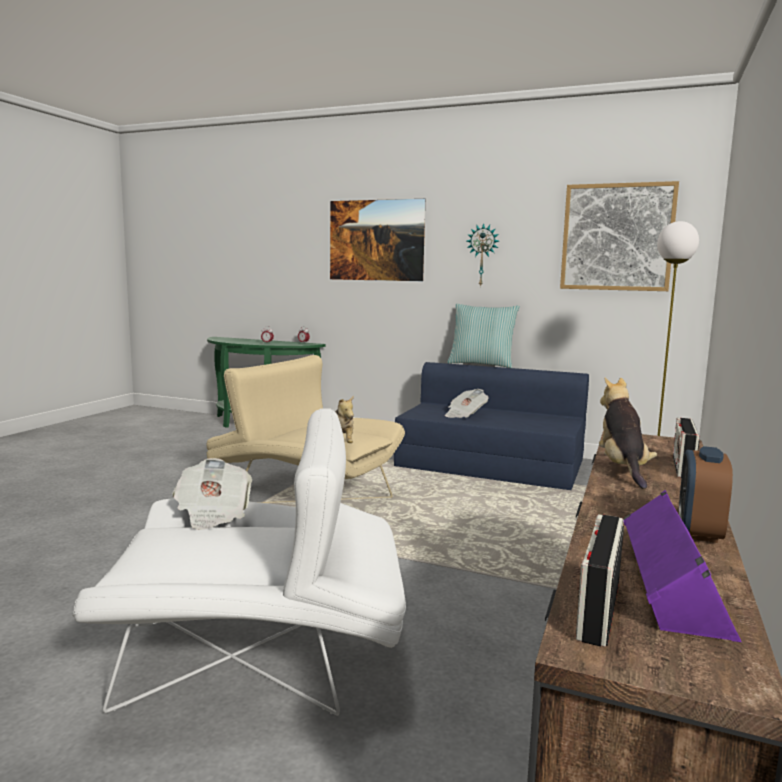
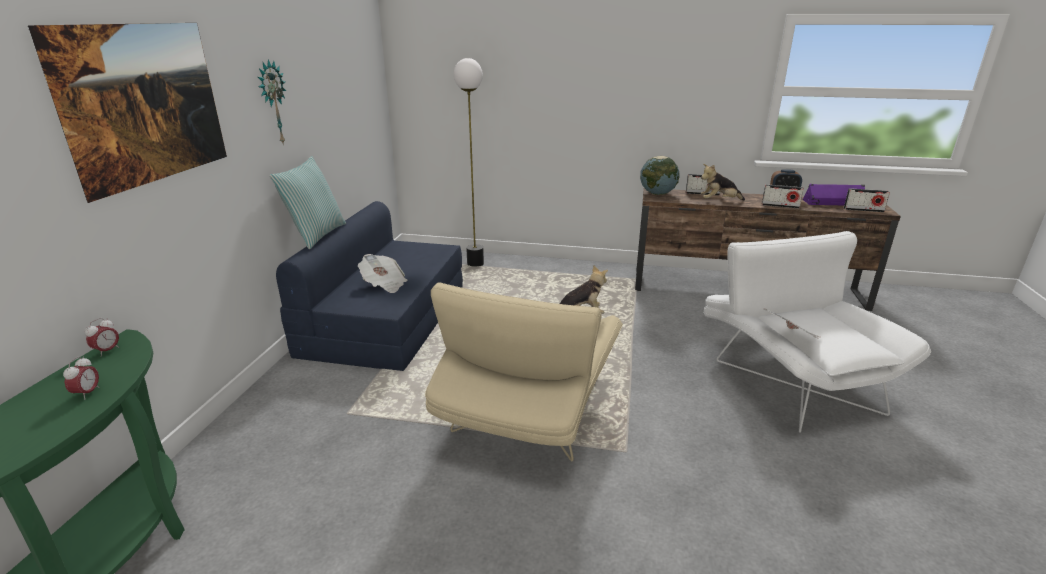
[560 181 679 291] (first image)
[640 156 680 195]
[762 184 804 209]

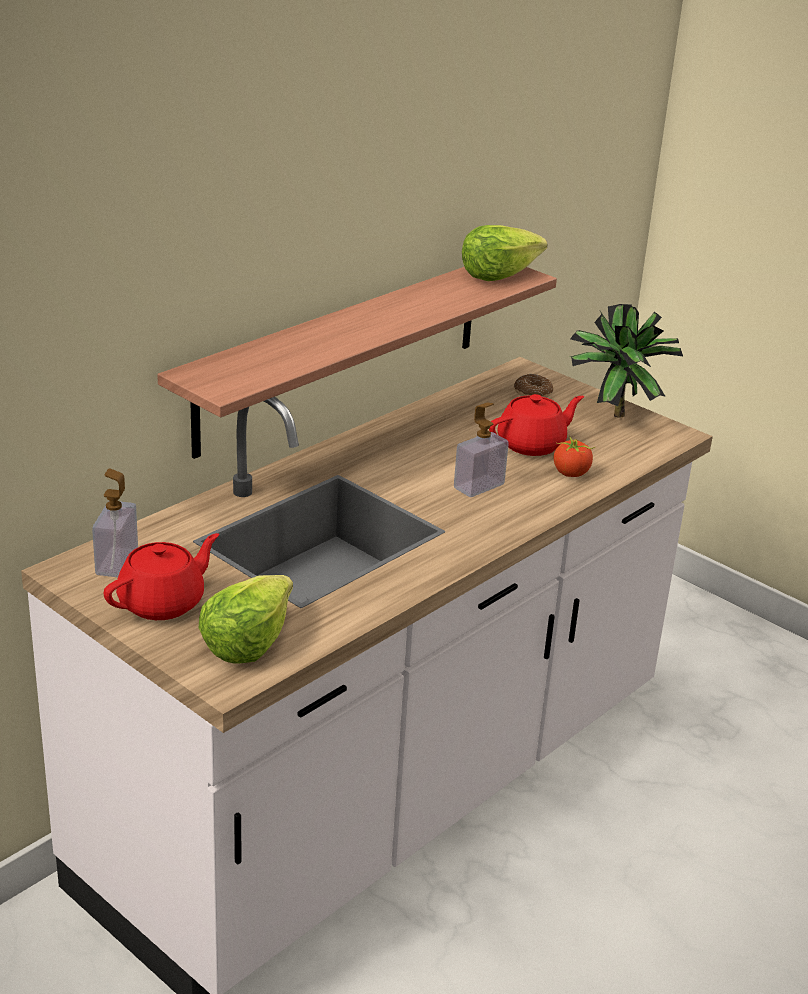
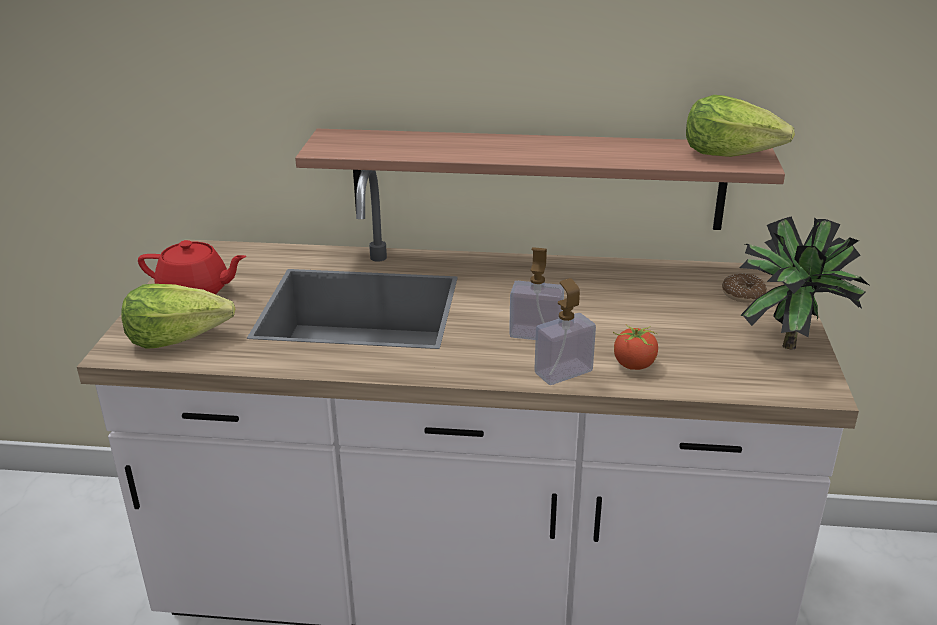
[489 394 584 456] (first image)
[534 278 596 385]

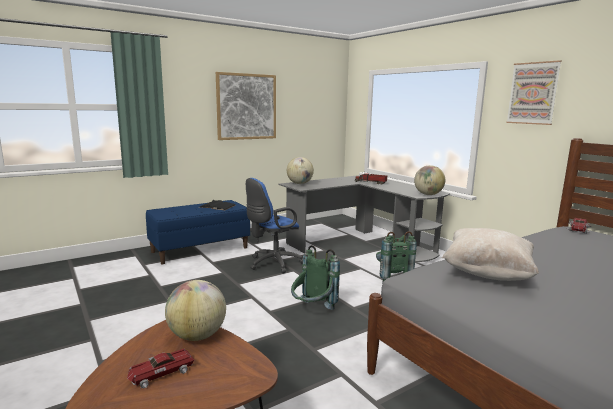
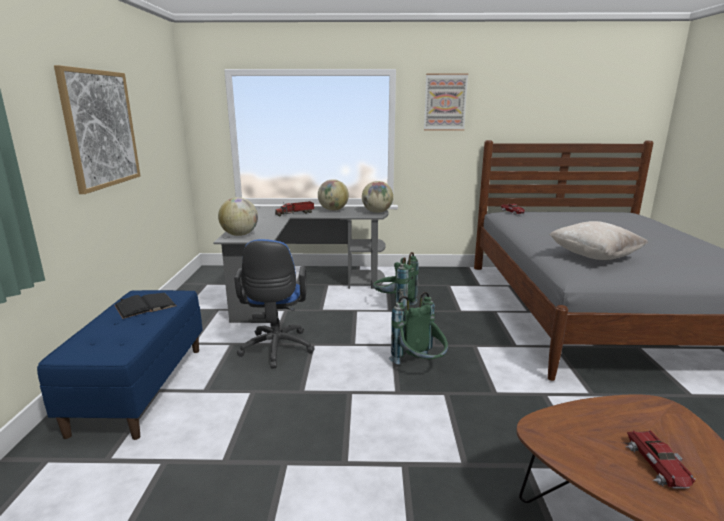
[318 179 349 211]

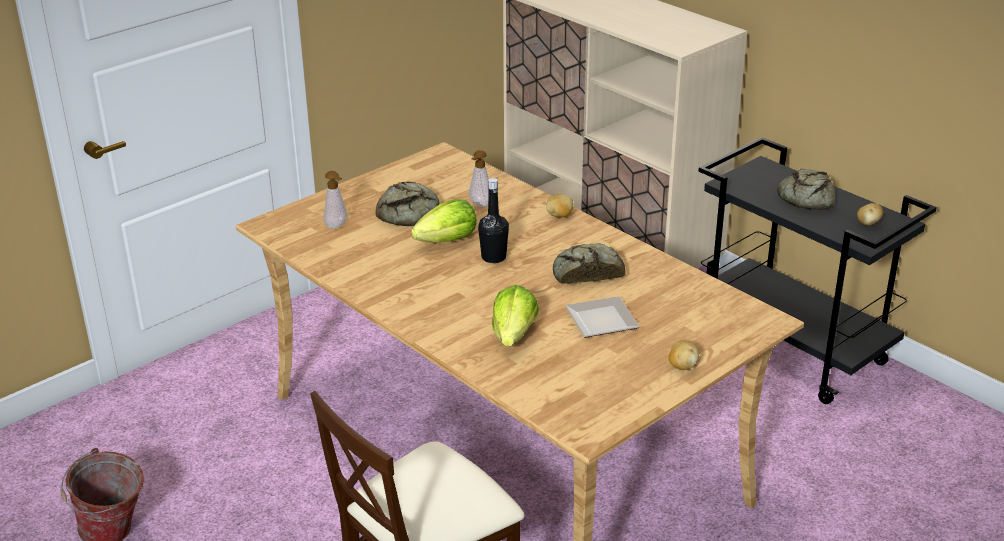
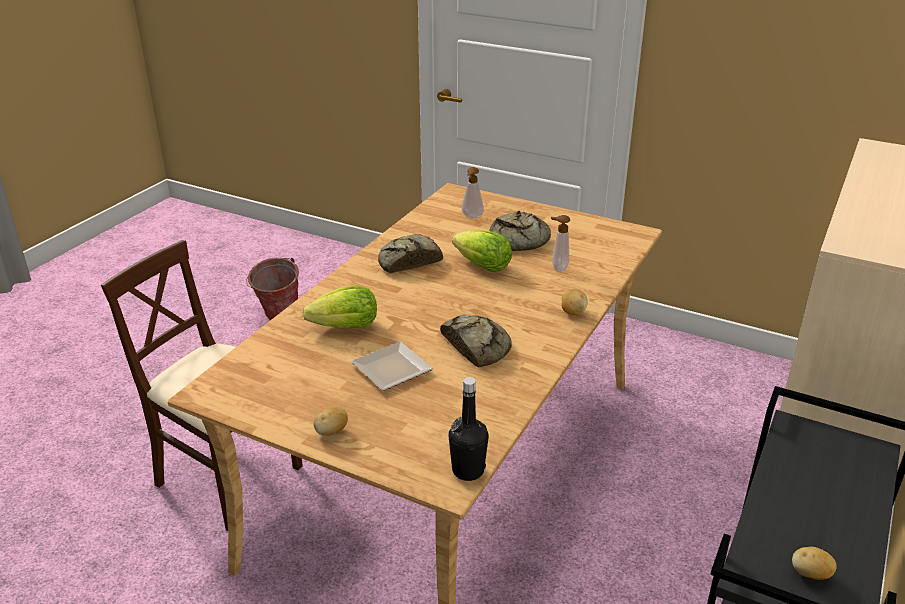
[449 377 489 481]
[378 234 443 273]

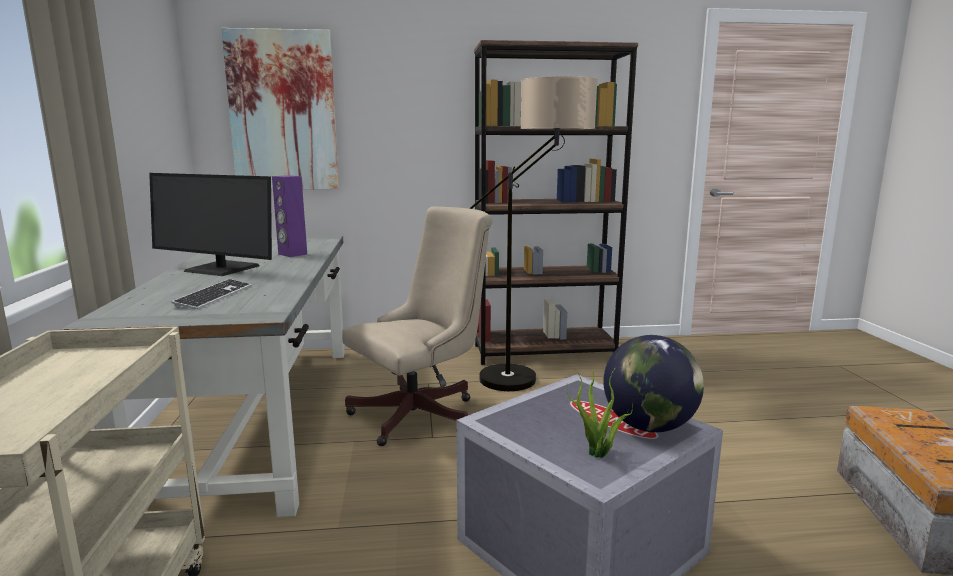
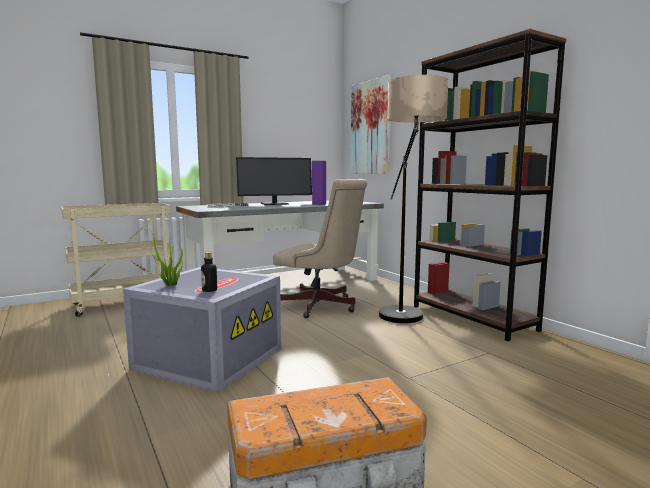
[201 252 217 292]
[236 157 312 205]

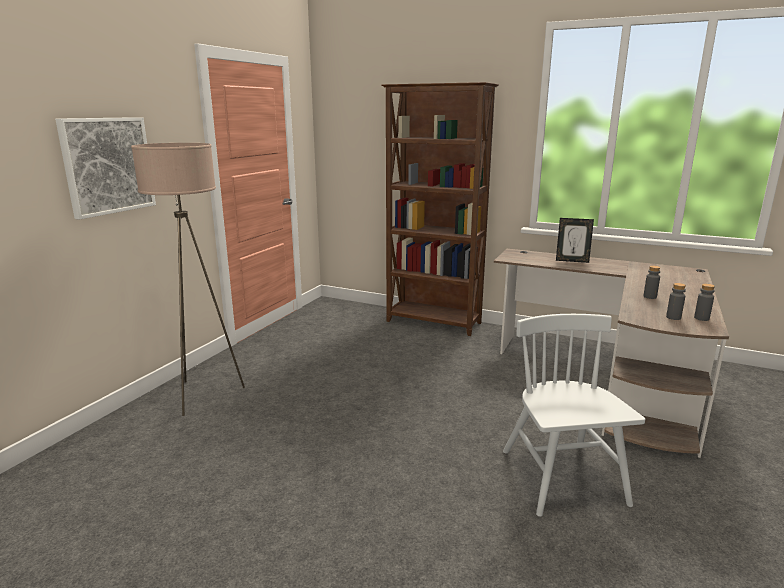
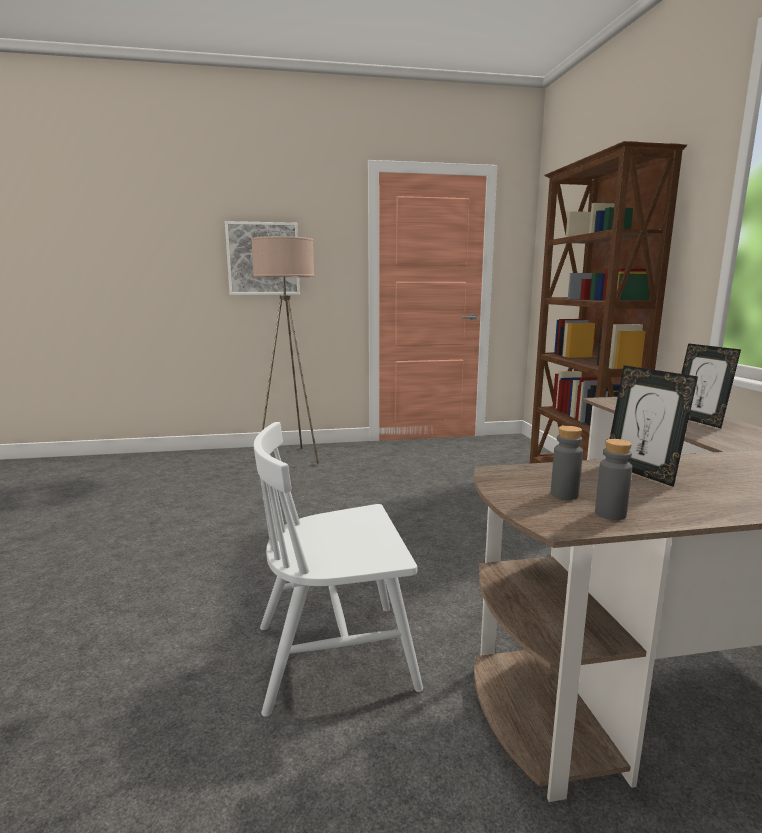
[610 365 698 487]
[254 422 423 717]

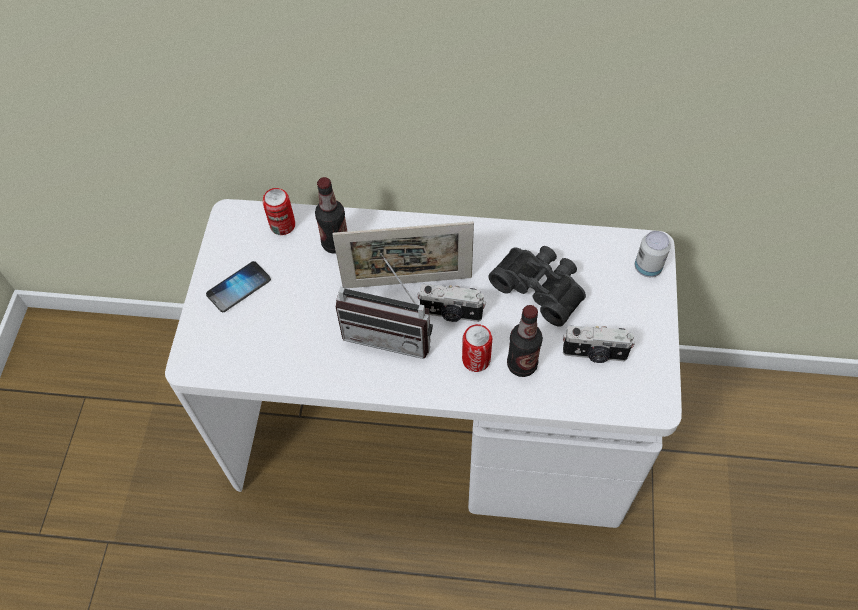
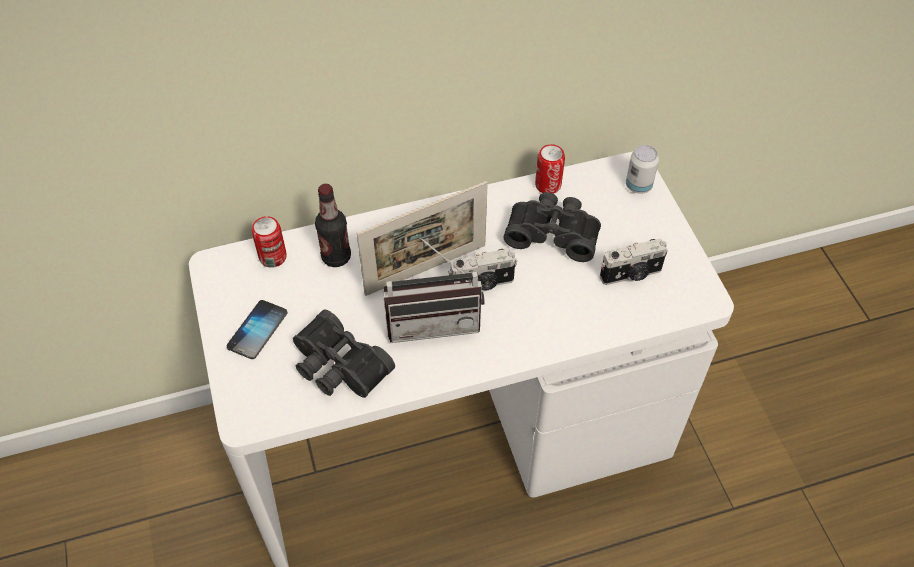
[507 305 543 377] (first image)
[293 310 395 398]
[535 144 565 194]

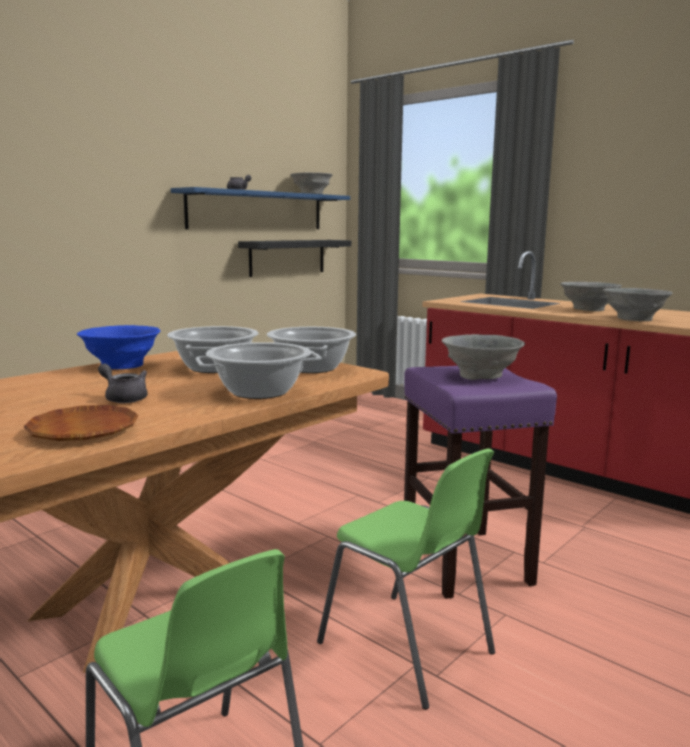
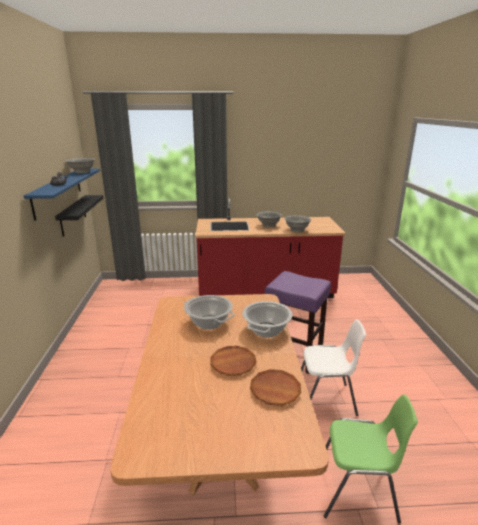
[77 325 160 369] (first image)
[267 327 356 373] (first image)
[441 334 525 380] (first image)
[210 346 256 376]
[301 319 366 416]

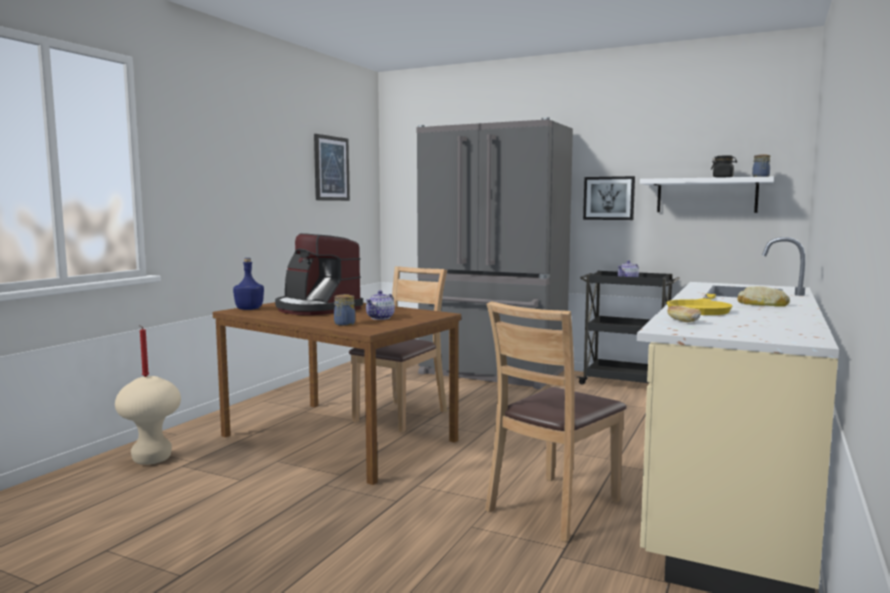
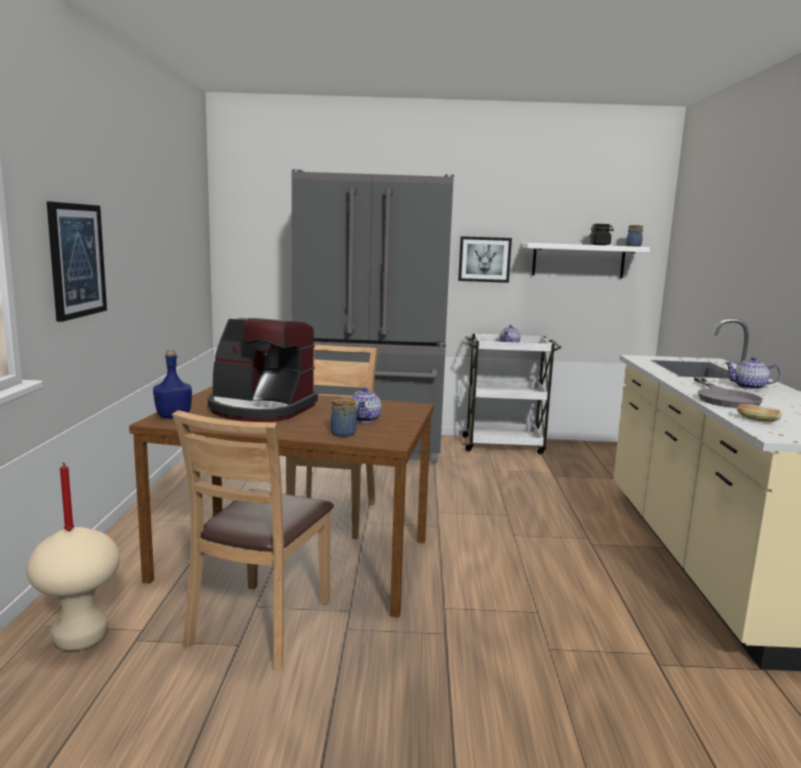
[47 201 107 322]
[172 410 334 670]
[724 357 781 390]
[460 333 561 455]
[694 377 763 408]

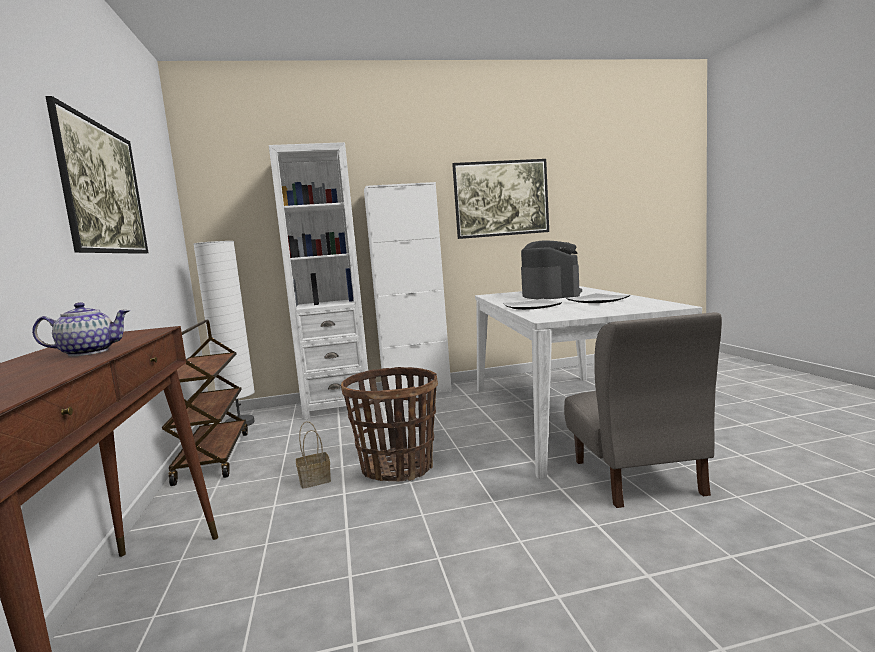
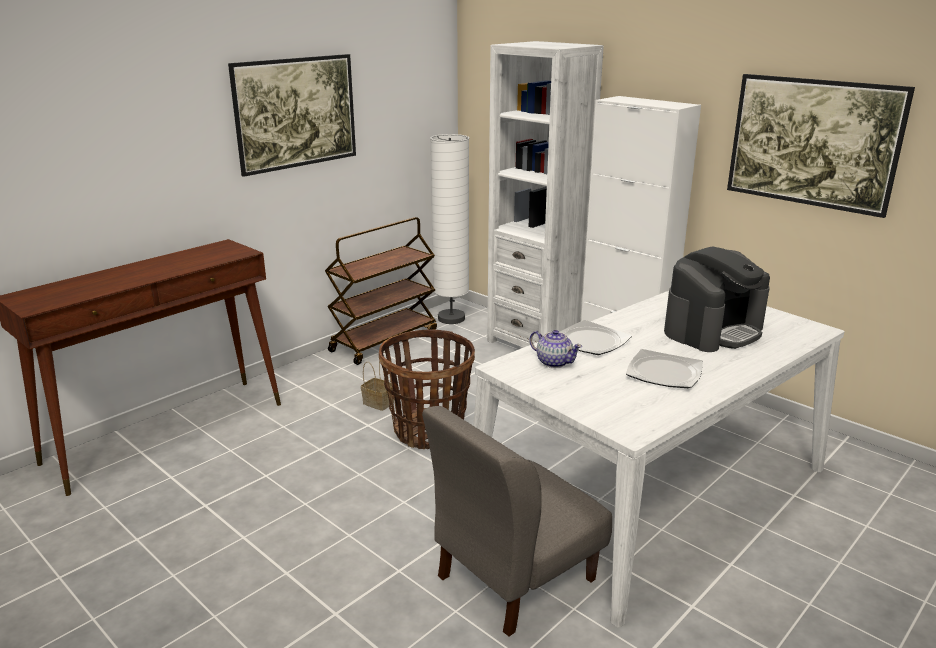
[529 330 582 368]

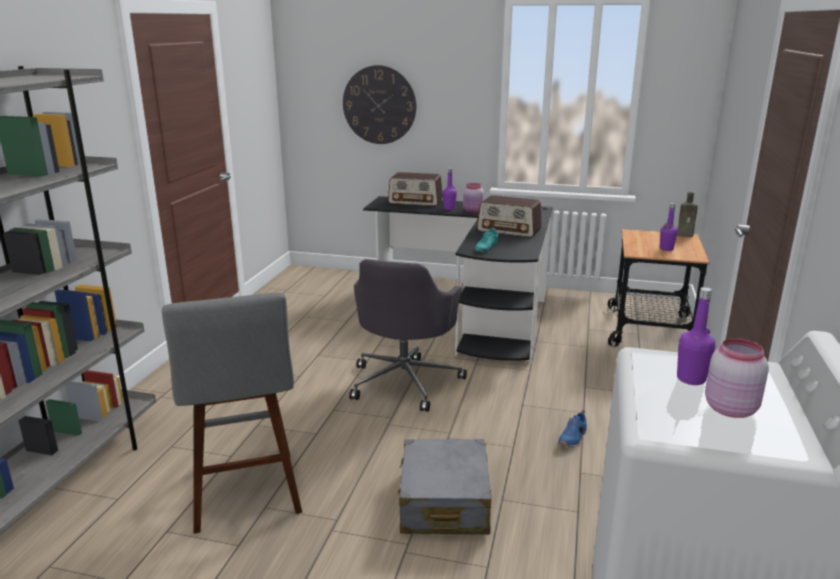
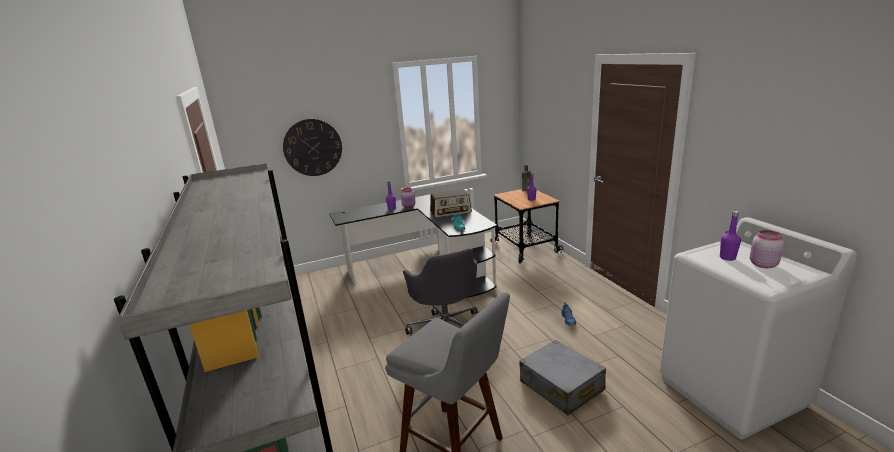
[388 172 443 206] (first image)

